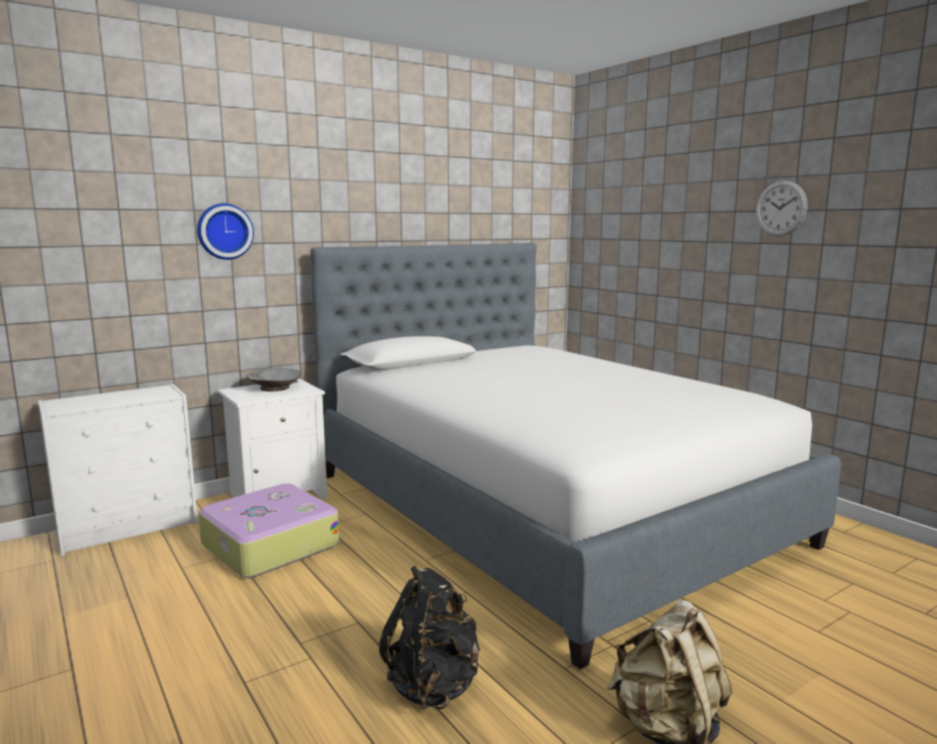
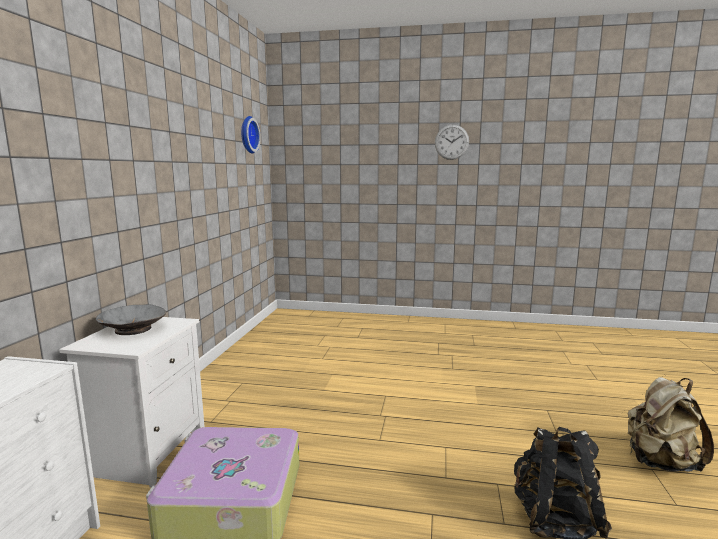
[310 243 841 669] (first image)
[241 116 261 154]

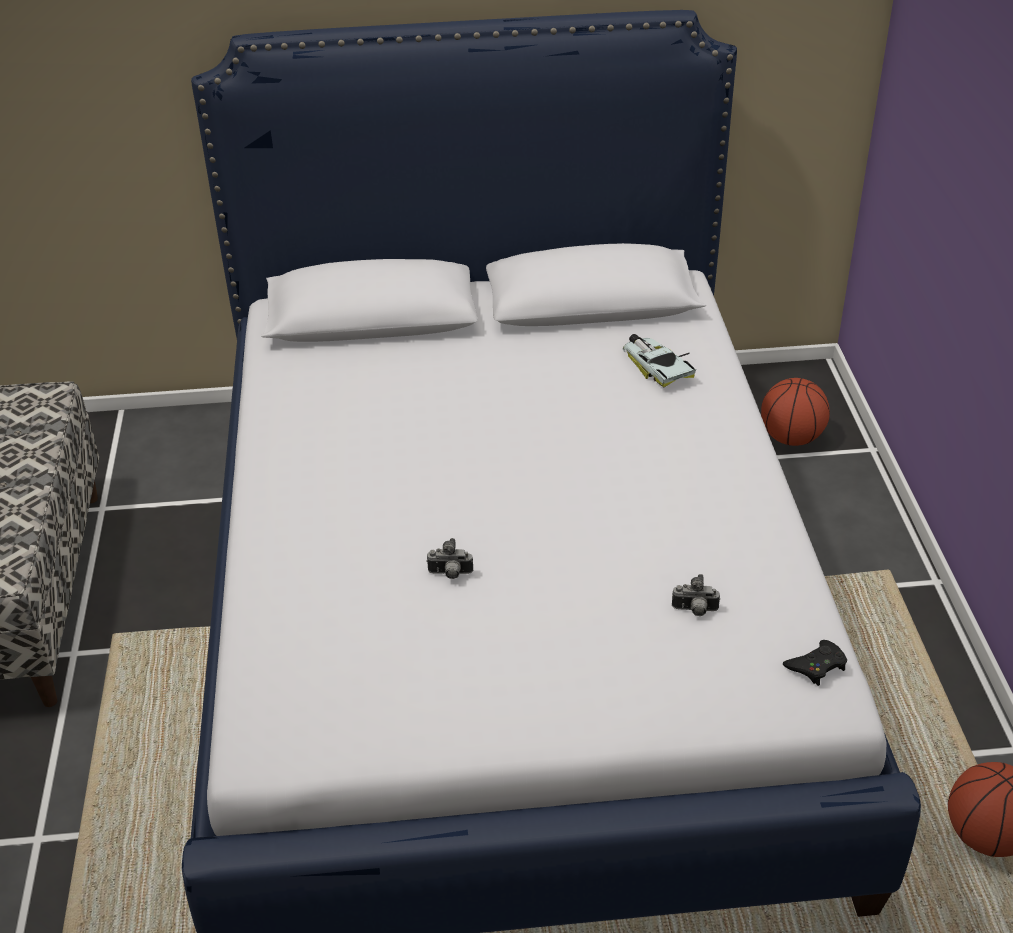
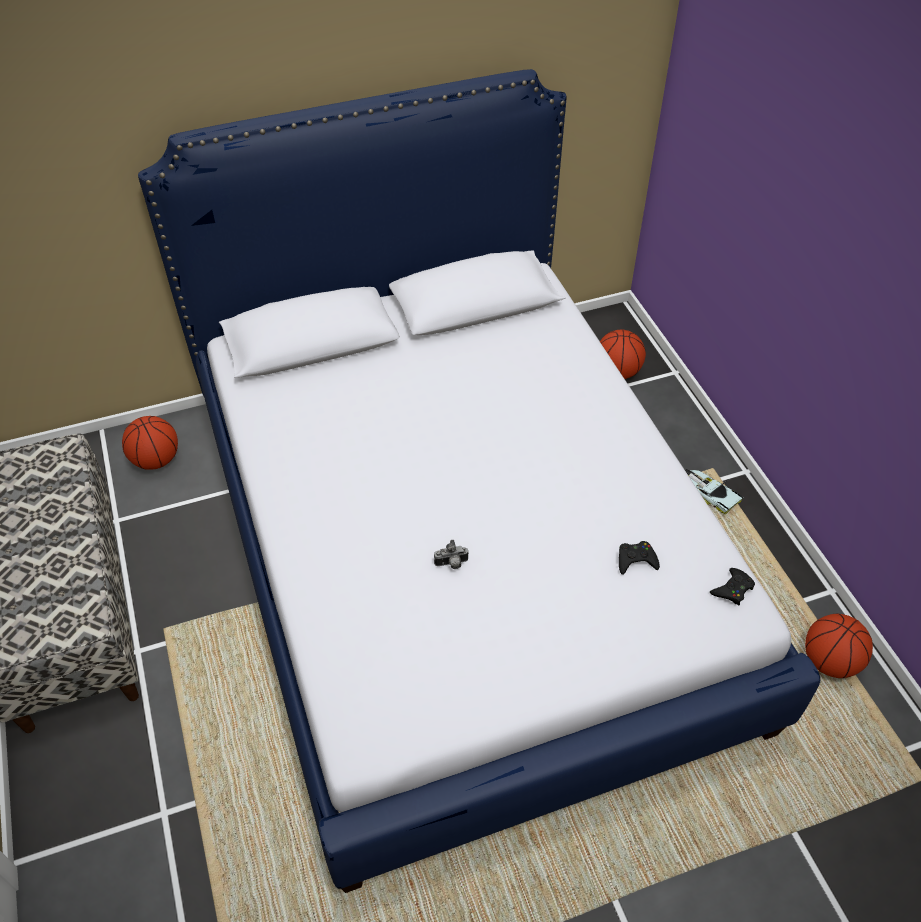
[122 416 178 470]
[685 469 744 514]
[619 541 660 575]

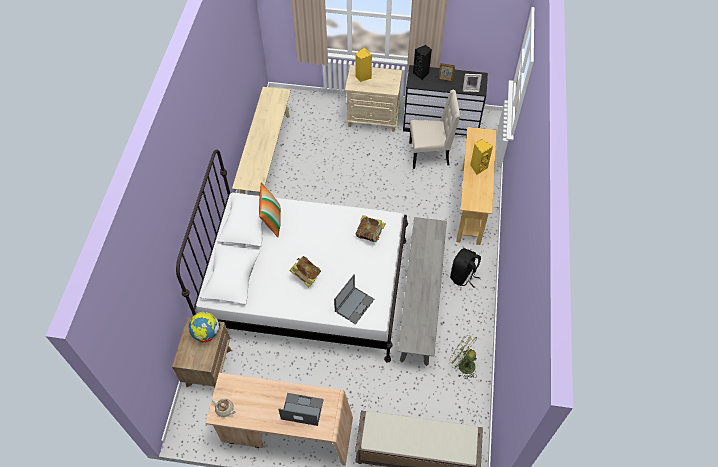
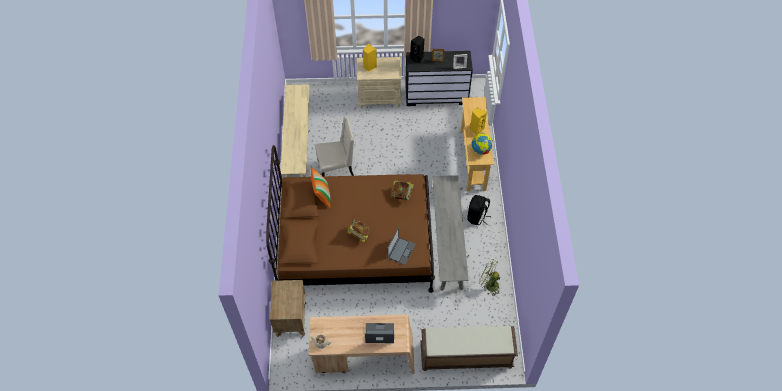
[472 132 493 155]
[315 117 354 176]
[266 145 435 293]

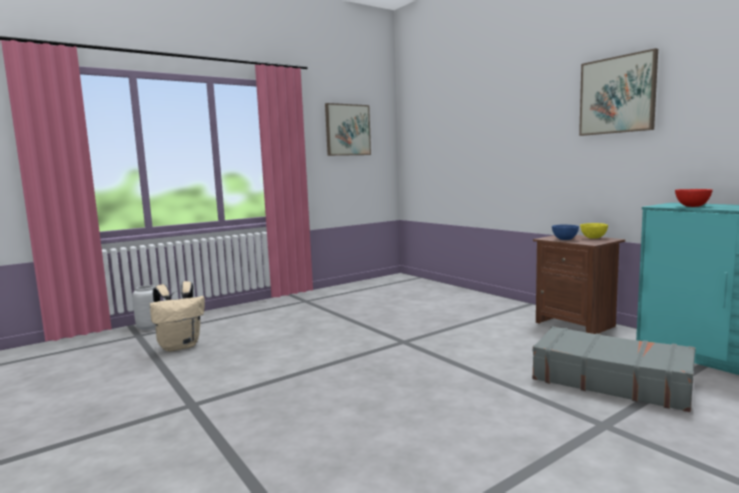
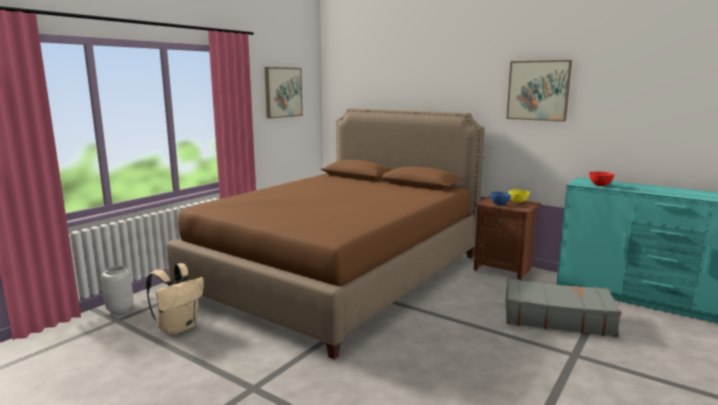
[166 108 485 359]

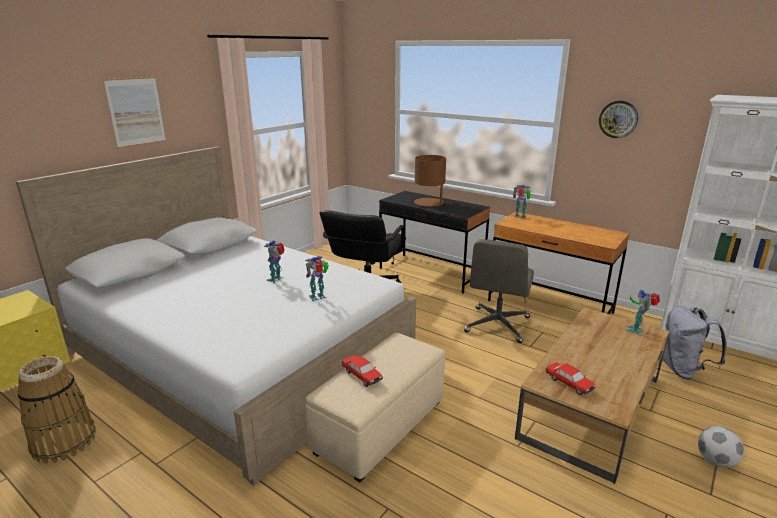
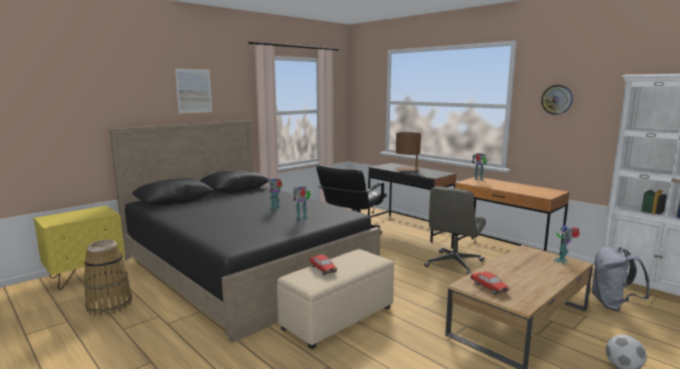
[109 120 381 343]

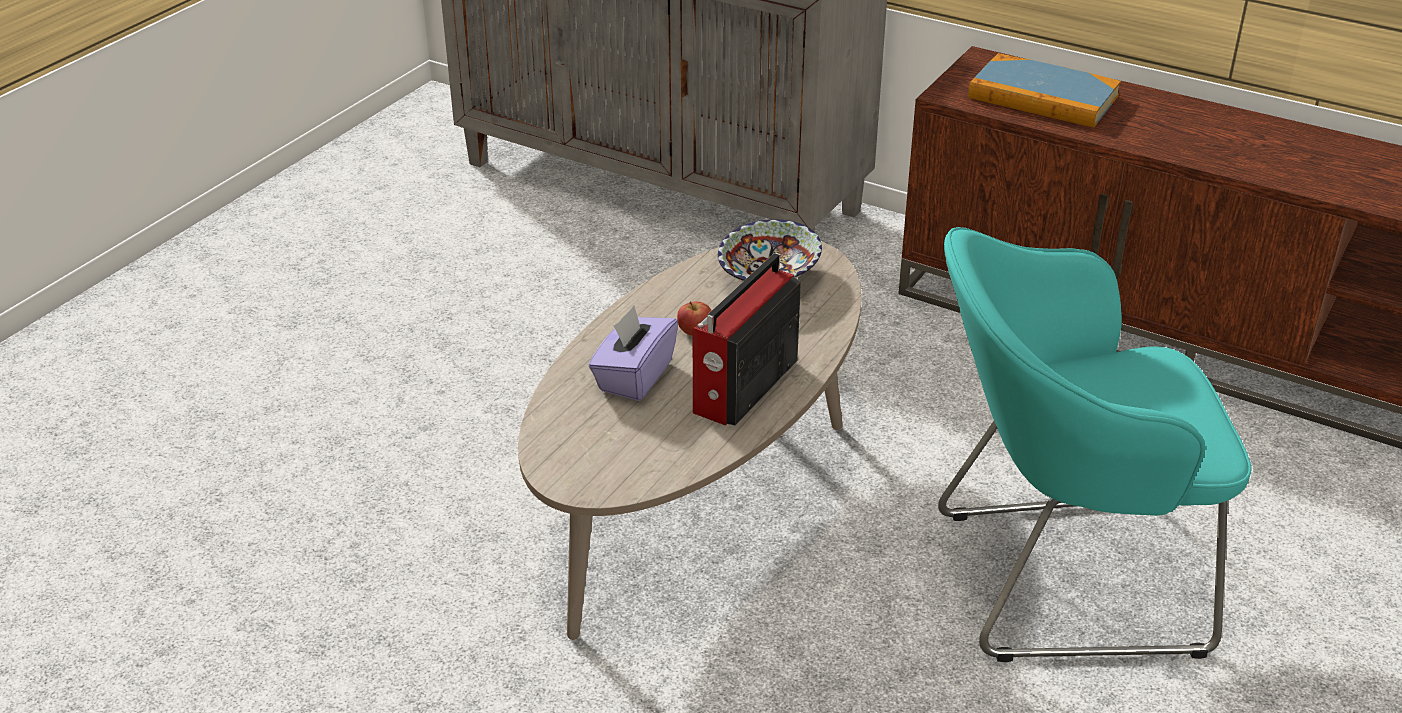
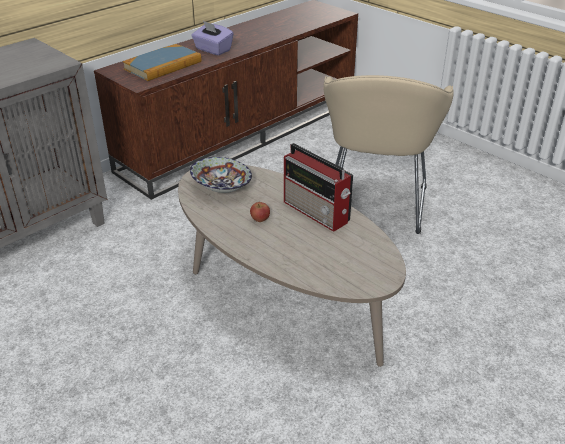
[191 21 234 56]
[323 75 454 234]

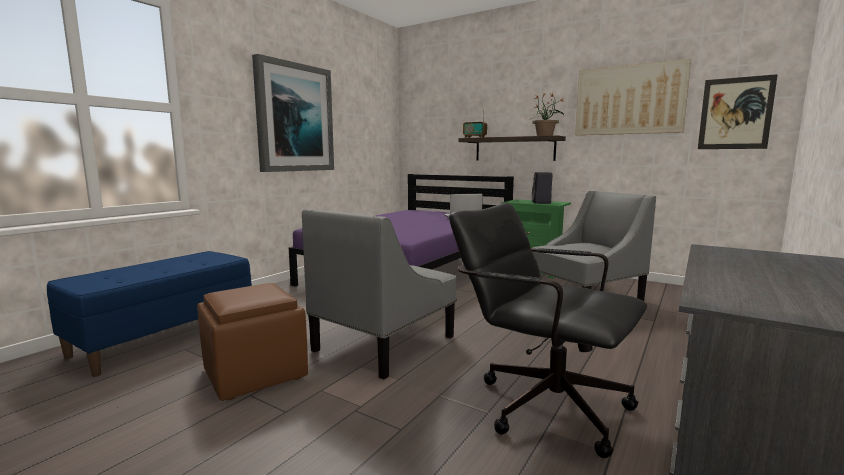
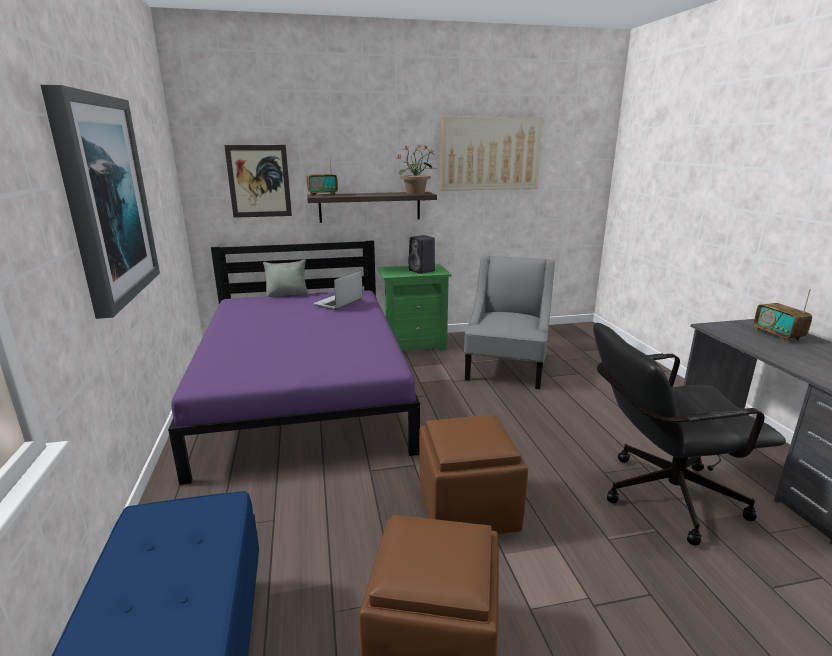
[263 259 309 298]
[754 289 812 343]
[224 145 292 218]
[419 415 528 534]

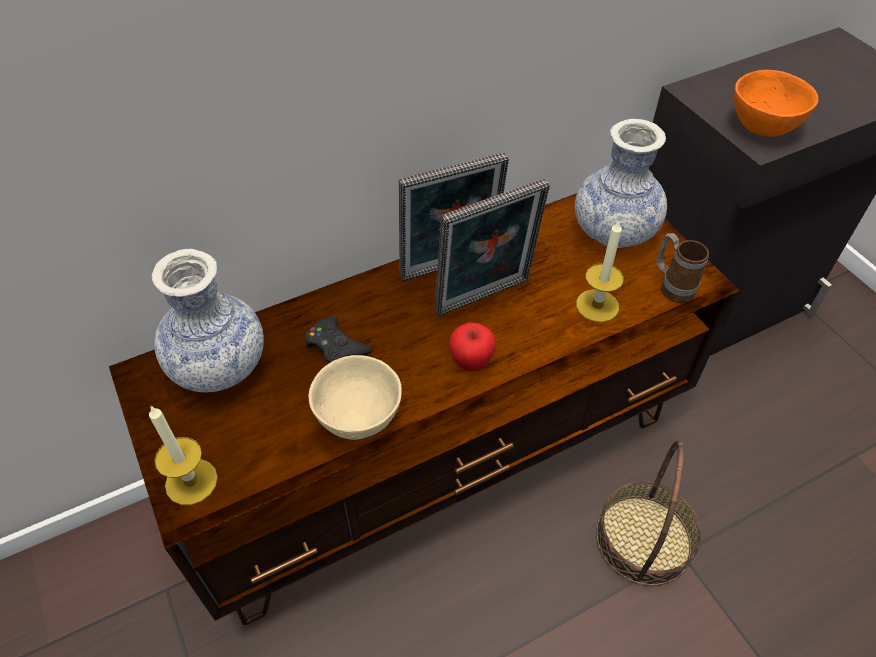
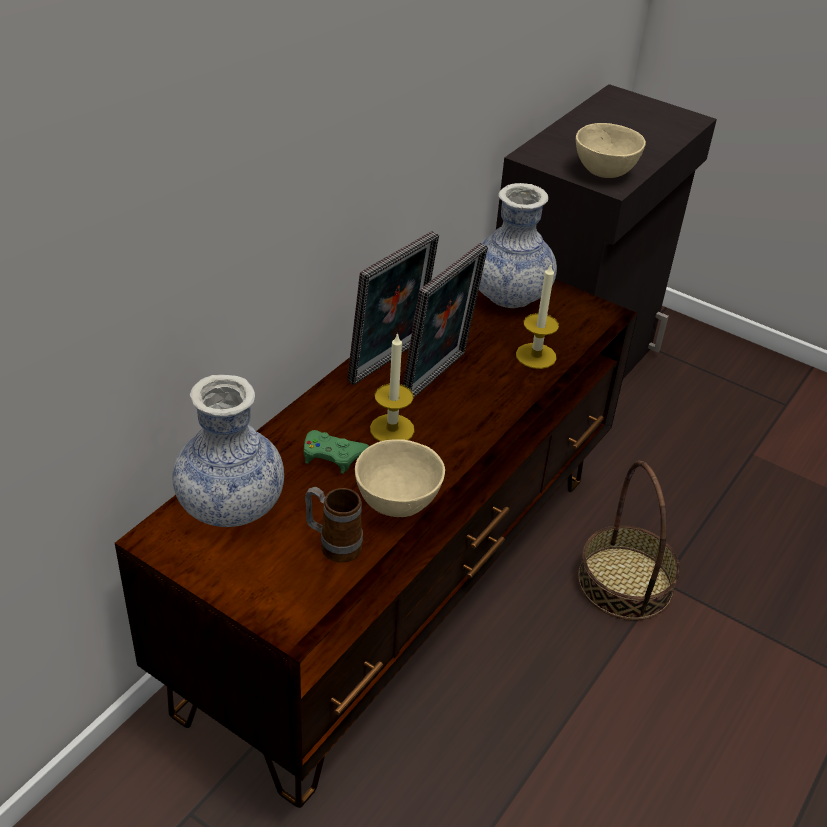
[449 322 496 372] (first image)
[370 332 415 441]
[305 487 363 562]
[303 430 369 474]
[576 123 646 178]

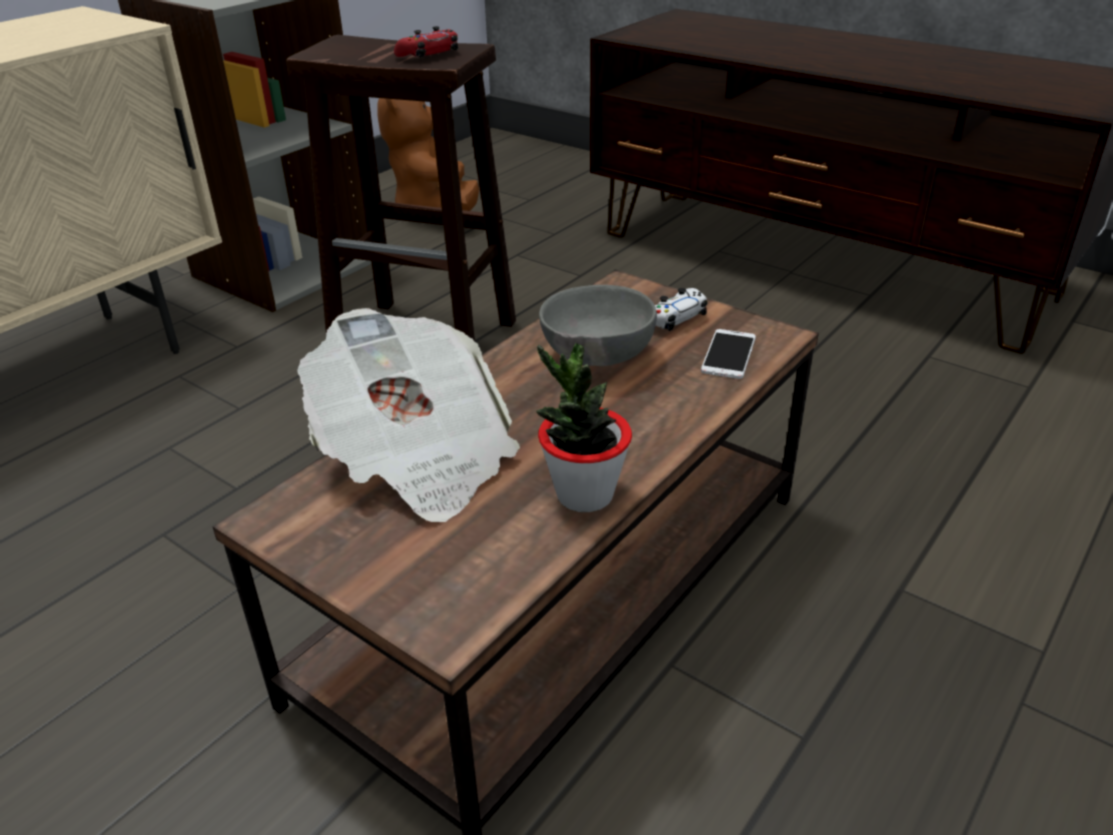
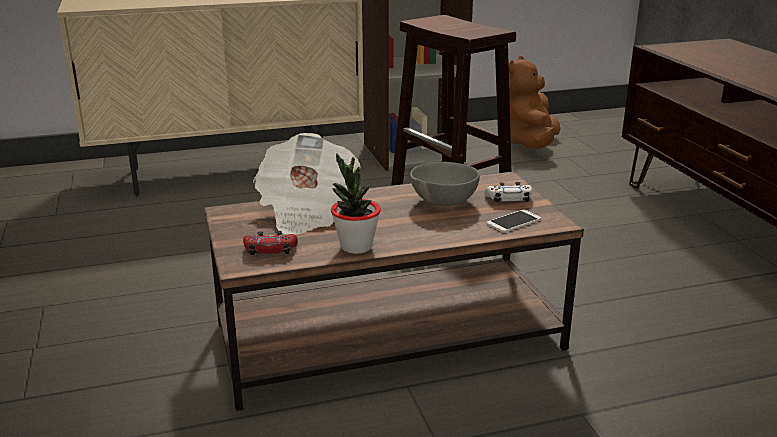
[243 231 298 255]

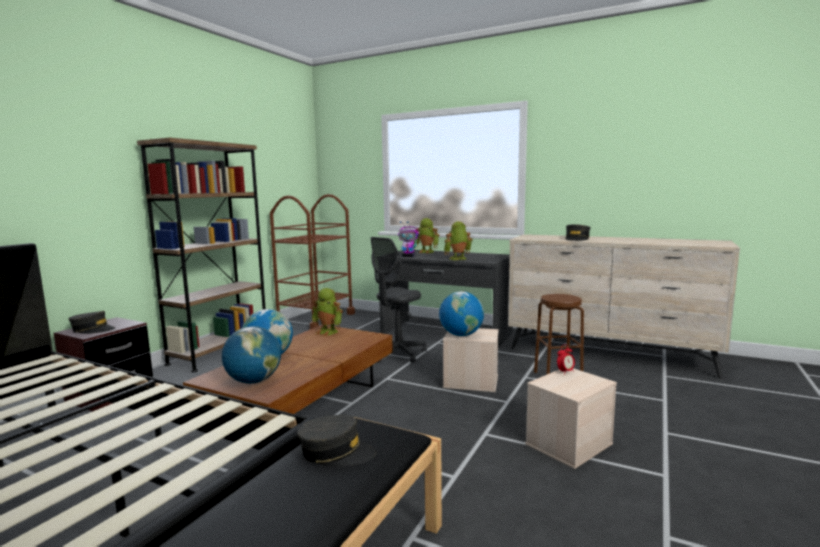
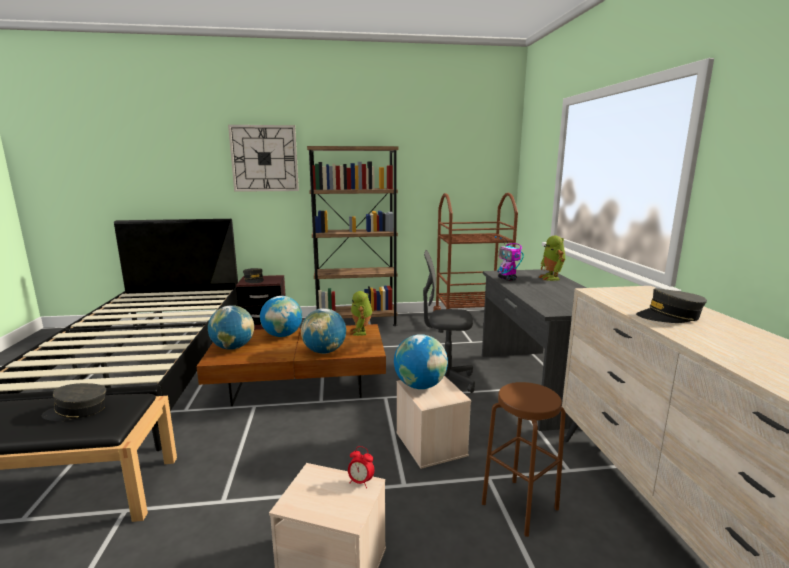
[444 221 472 260] (first image)
[228 125 299 192]
[301 308 346 354]
[42 383 106 421]

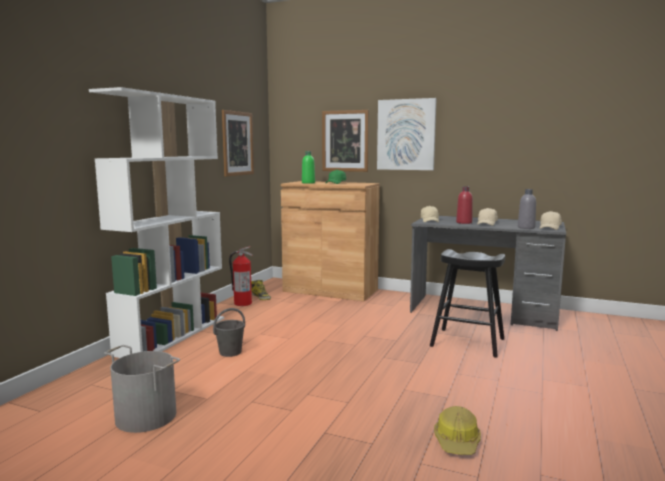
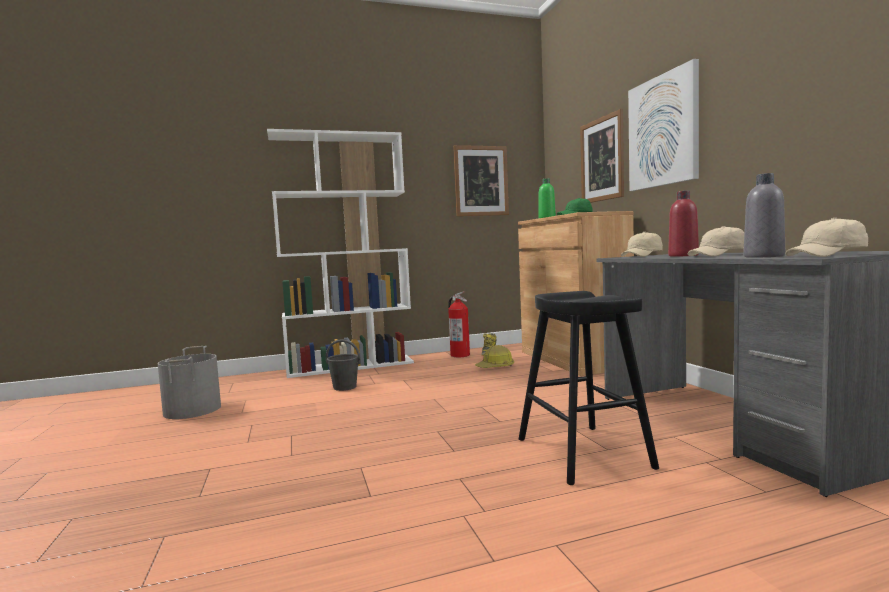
[475 345 514 368]

